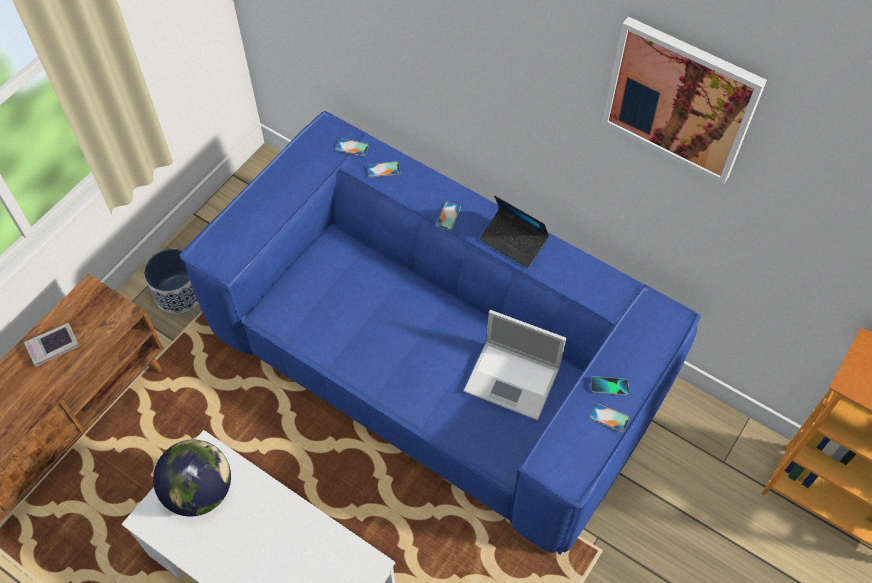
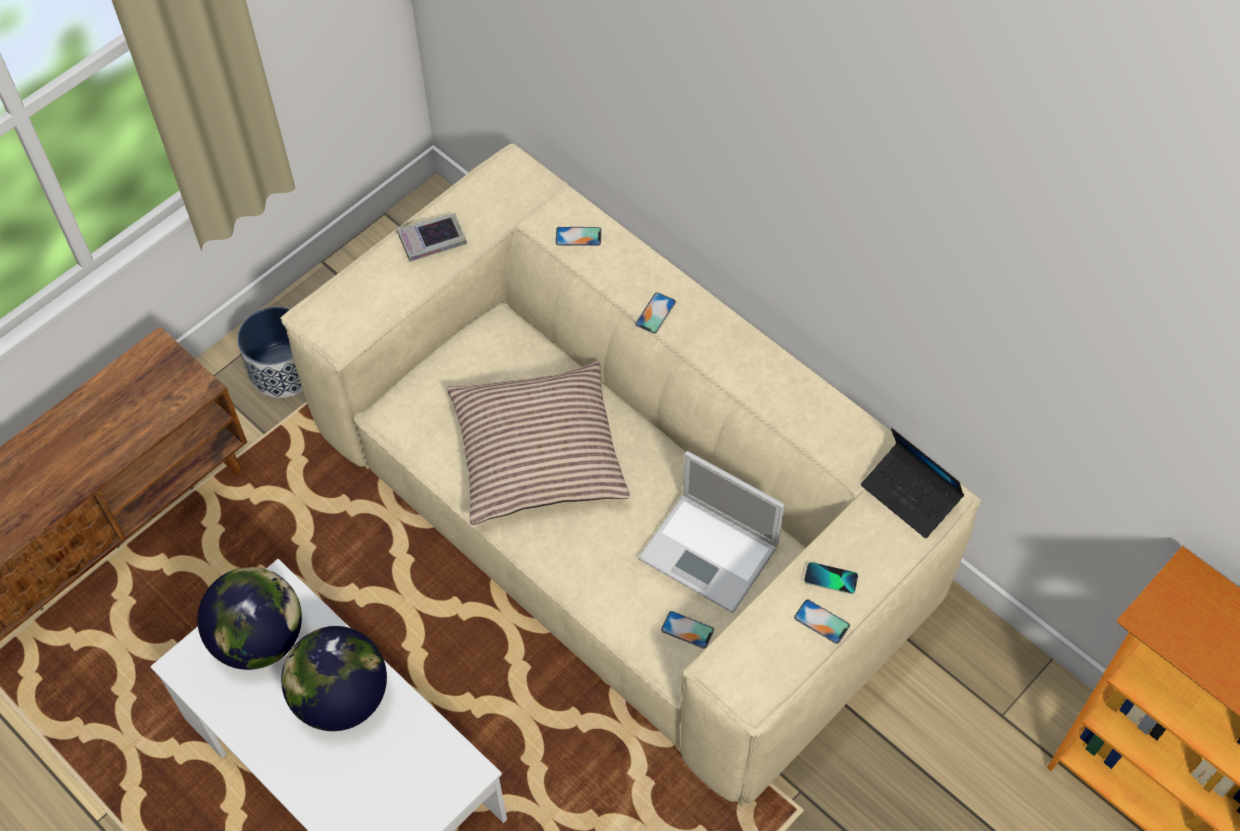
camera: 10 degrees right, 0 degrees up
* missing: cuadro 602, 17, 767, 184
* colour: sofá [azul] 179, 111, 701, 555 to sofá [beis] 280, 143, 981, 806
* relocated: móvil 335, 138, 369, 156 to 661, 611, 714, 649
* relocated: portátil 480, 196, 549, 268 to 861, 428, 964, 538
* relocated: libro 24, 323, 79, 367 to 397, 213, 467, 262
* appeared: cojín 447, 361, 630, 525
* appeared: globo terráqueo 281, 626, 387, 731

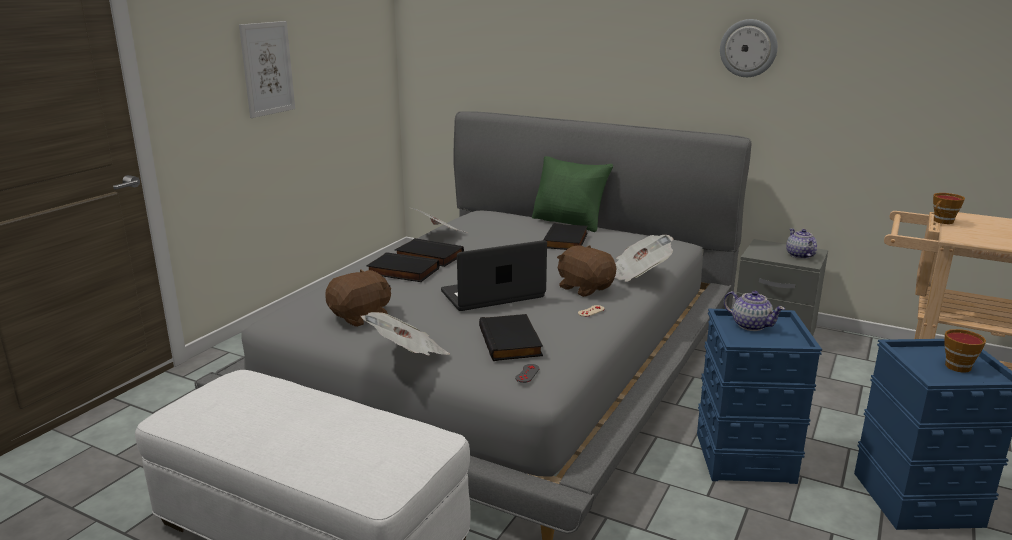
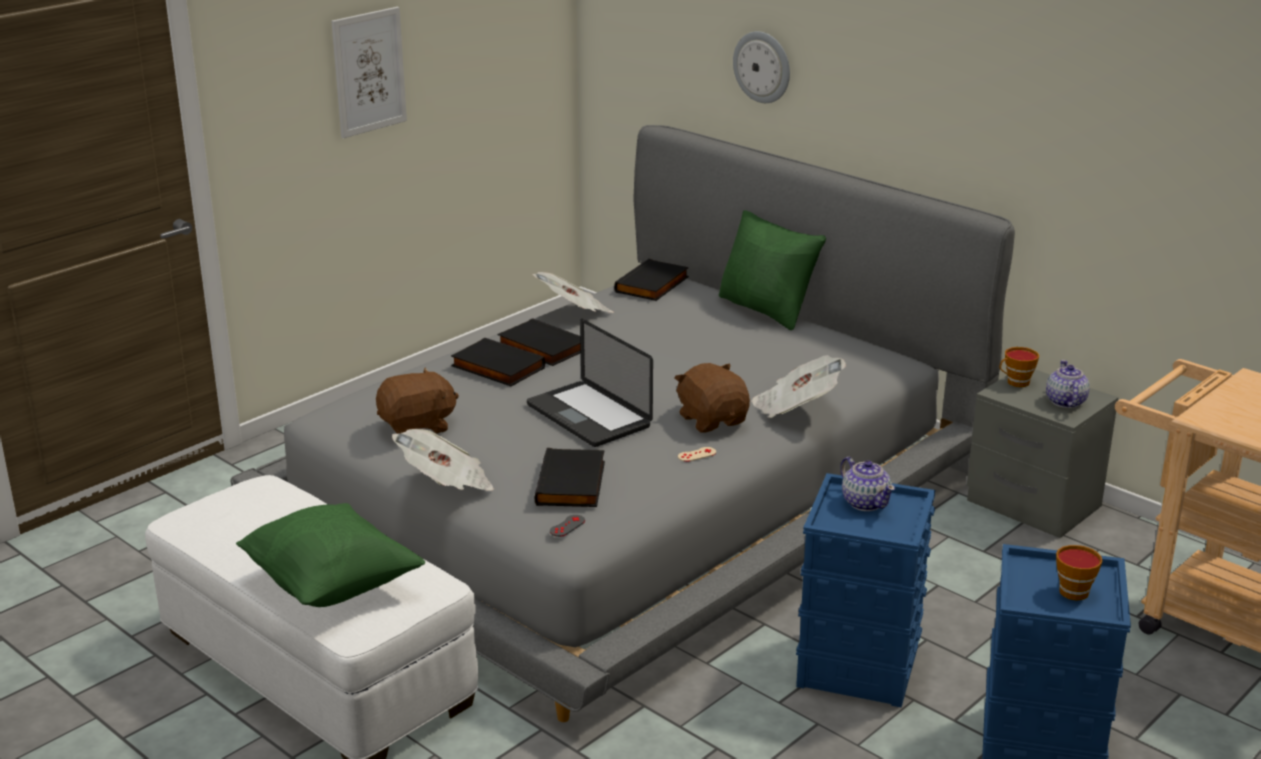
camera: 15 degrees right, 5 degrees up
* relocated: reloj de pared 720, 19, 778, 77 to 733, 31, 790, 103
* relocated: taza 933, 193, 965, 224 to 1000, 347, 1039, 387
* relocated: libro [negro] 543, 223, 588, 250 to 614, 259, 689, 301
* spun: portátil 441, 240, 547, 311 = 527, 319, 653, 447 120 degrees counterclockwise
* appeared: cojín [verde] 236, 503, 425, 607

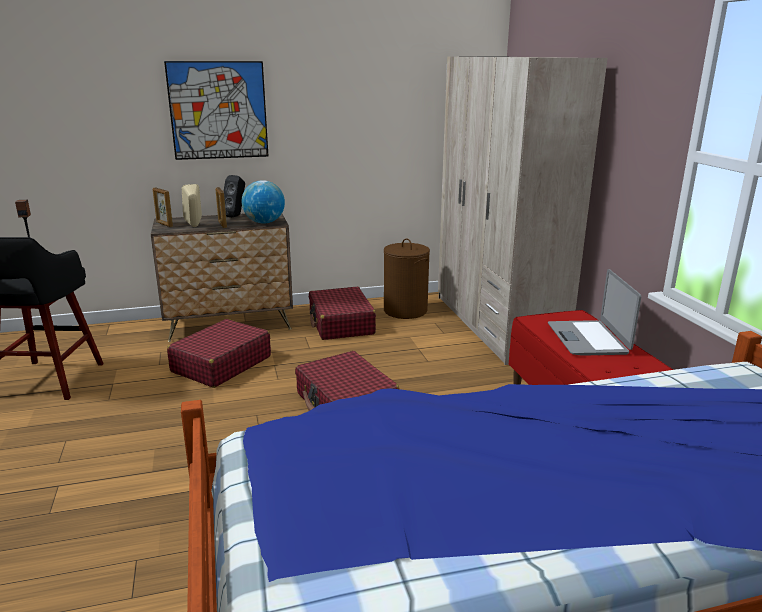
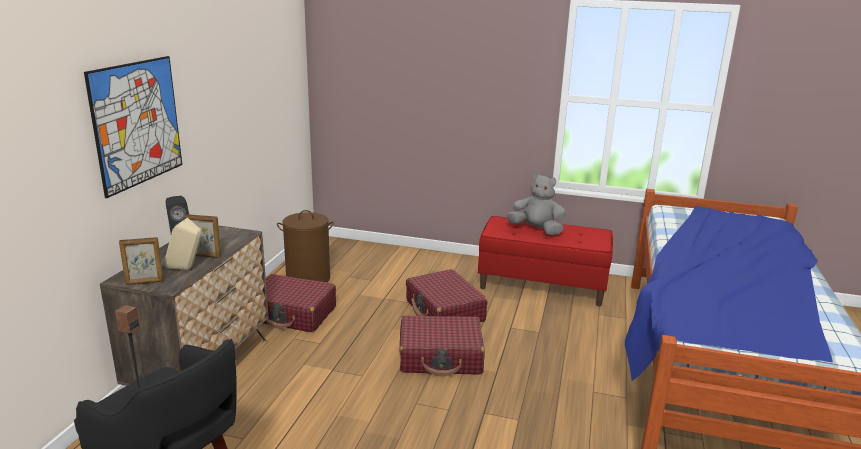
camera: 60 degrees left, 0 degrees up
* missing: armario ropero [beis] 438, 56, 608, 365
* missing: globo terráqueo 242, 180, 285, 224
* exchanged: portátil 548, 269, 641, 356 to peluche [gris] 506, 173, 566, 235
* relocated: maleta [rojo] 167, 319, 271, 388 to 406, 269, 487, 322

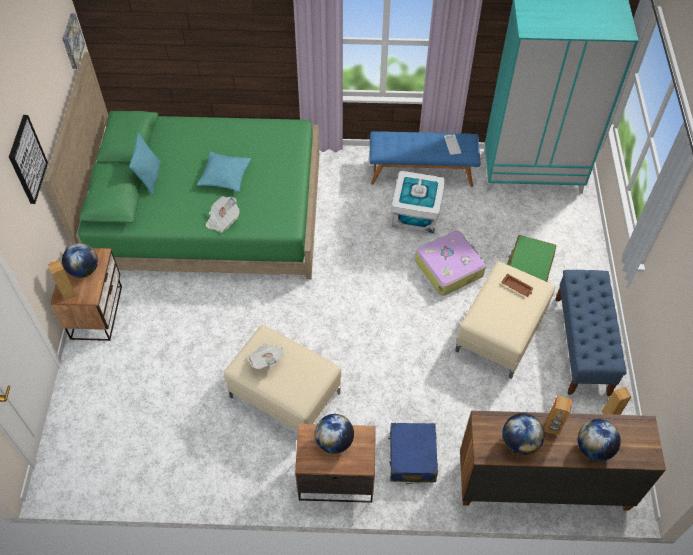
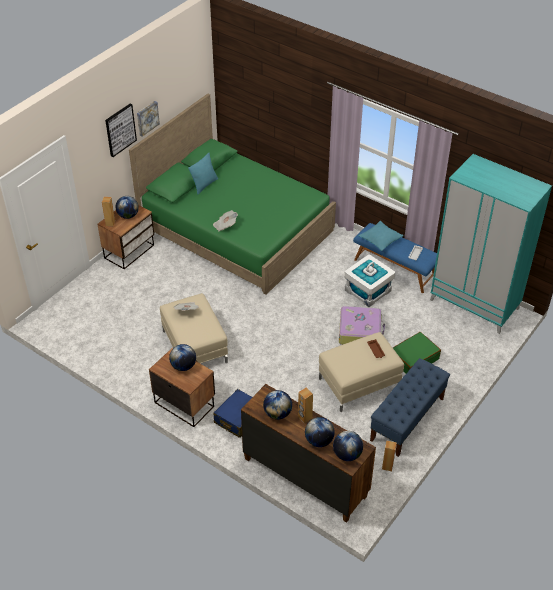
camera: 35 degrees right, 10 degrees down
* relocated: cuadro 62, 13, 85, 69 to 137, 101, 160, 136
* relocated: cojín [turquesa] 197, 152, 251, 192 to 359, 221, 404, 251
* appeared: globo terráqueo 333, 431, 363, 461

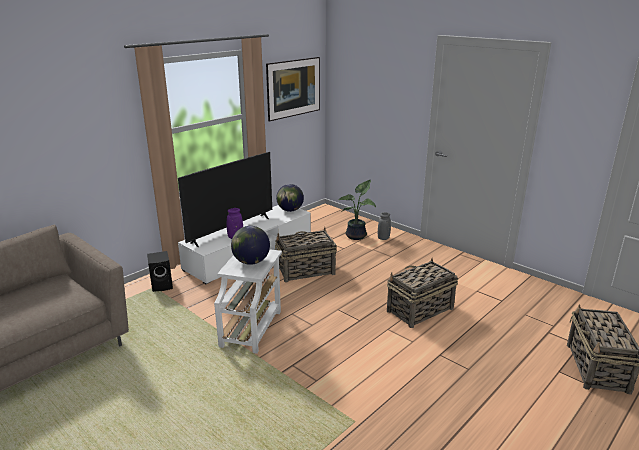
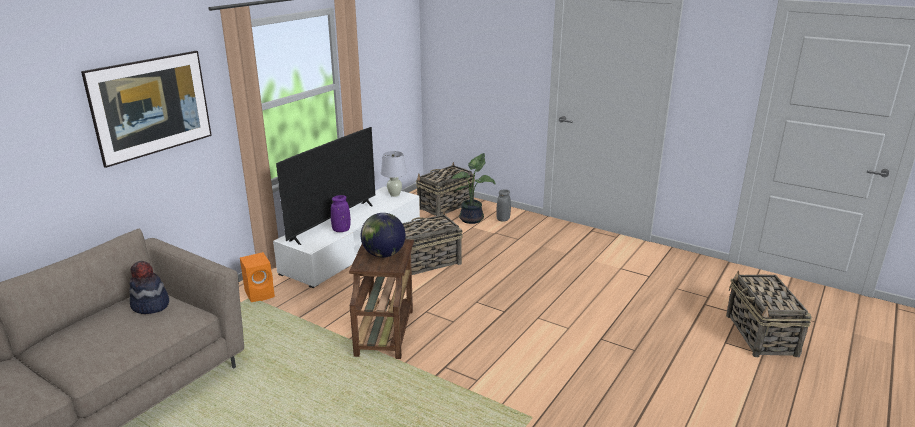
camera: 10 degrees left, 0 degrees up
* relocated: cuadro 266, 57, 320, 121 to 81, 51, 212, 168
* exchanged: globo terráqueo 276, 184, 304, 212 to lámpara de mesa [blanco] 381, 151, 407, 197
* colour: mesa auxiliar [blanco] 214, 249, 282, 354 to mesa auxiliar [marrón] 349, 239, 414, 359
* colour: altavoz [negro] 147, 251, 173, 292 to altavoz [naranja] 240, 252, 275, 302
* relocated: cesta 387, 258, 458, 328 to 416, 162, 475, 216
* appeared: sombrero 129, 261, 169, 314

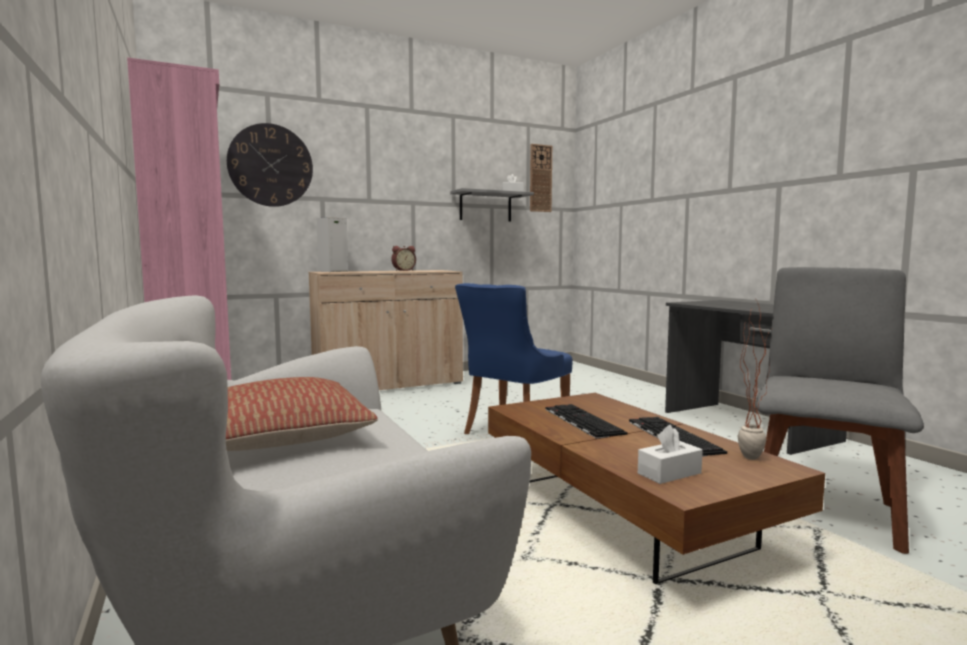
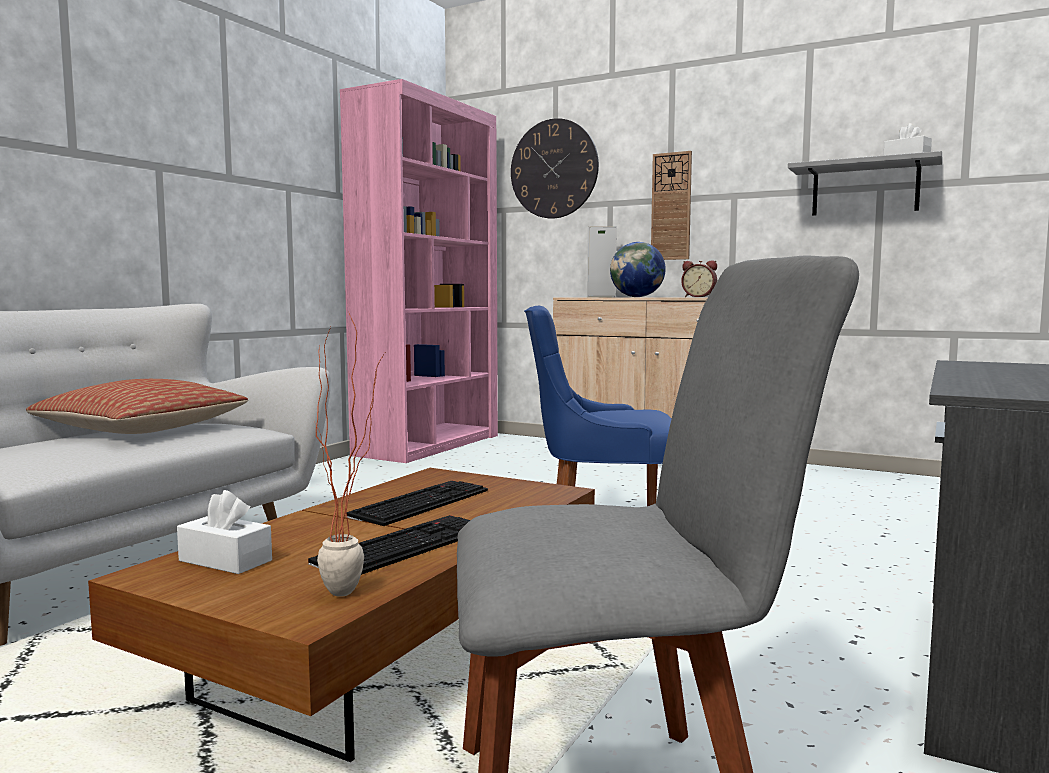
camera: 55 degrees right, 0 degrees up
* relocated: reloj de pared 530, 144, 552, 212 to 651, 151, 692, 260
* appeared: globo terráqueo 610, 242, 666, 297

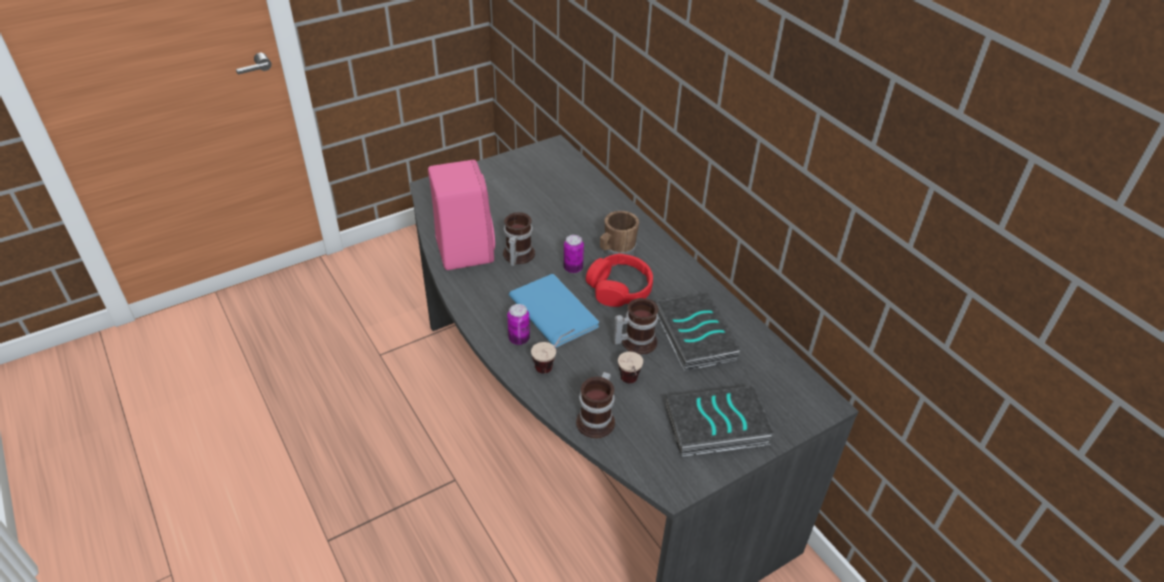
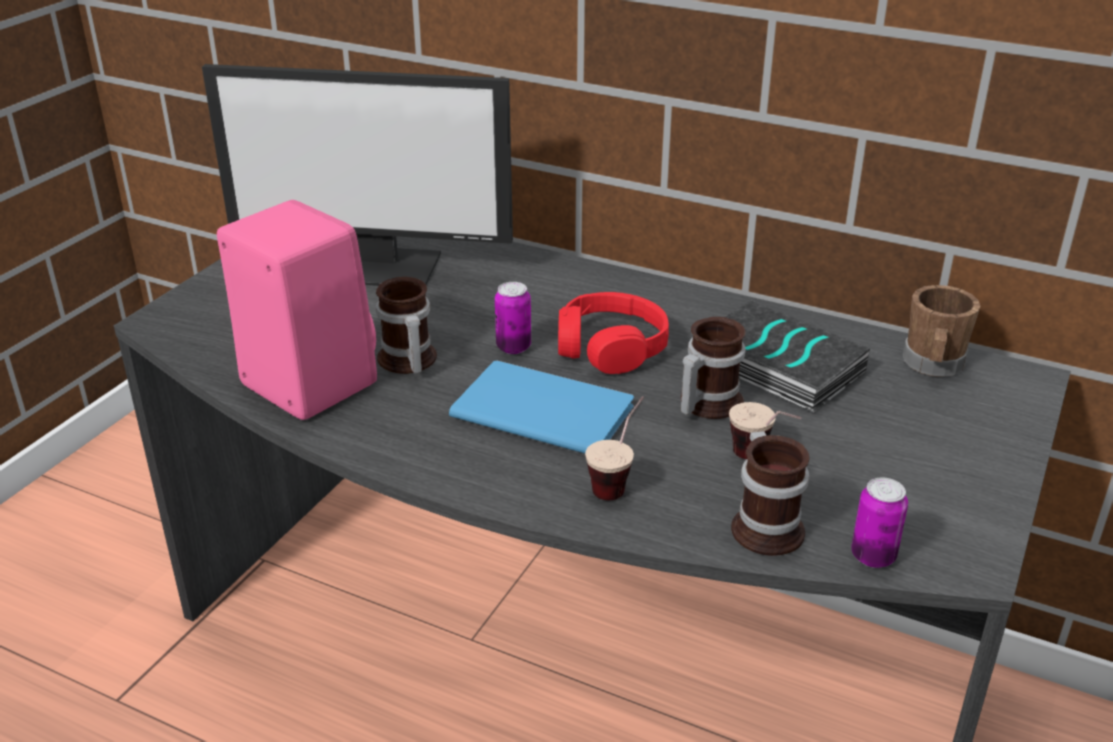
camera: 30 degrees left, 10 degrees down
* relocated: taza grande [marrón] 600, 211, 639, 256 to 903, 285, 980, 377
* relocated: lata 507, 304, 530, 345 to 851, 477, 908, 568
* missing: libro 665, 386, 775, 457
* appeared: monitor 202, 64, 513, 286

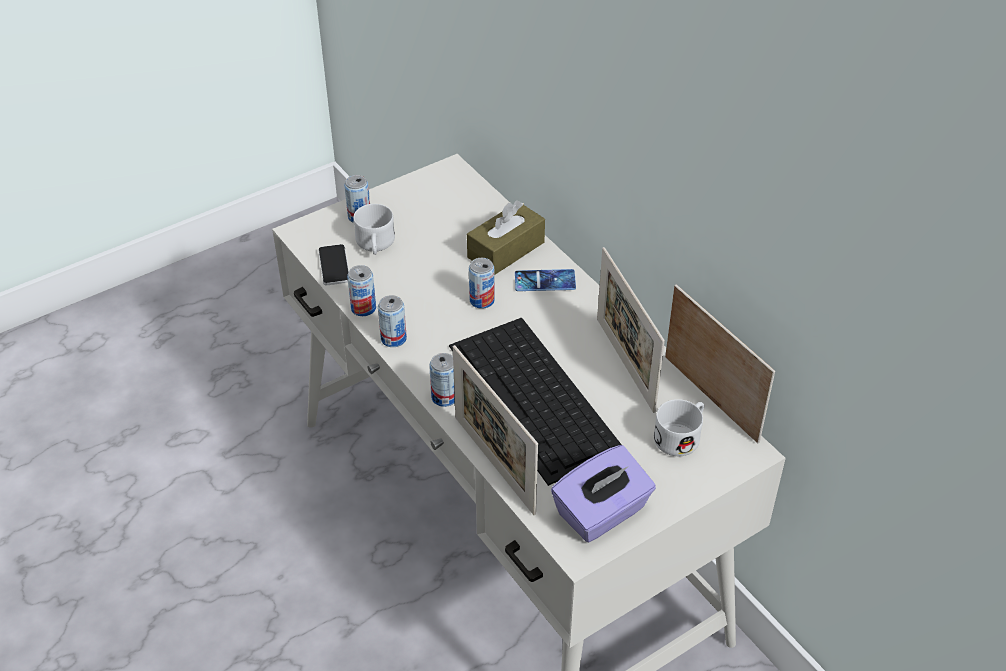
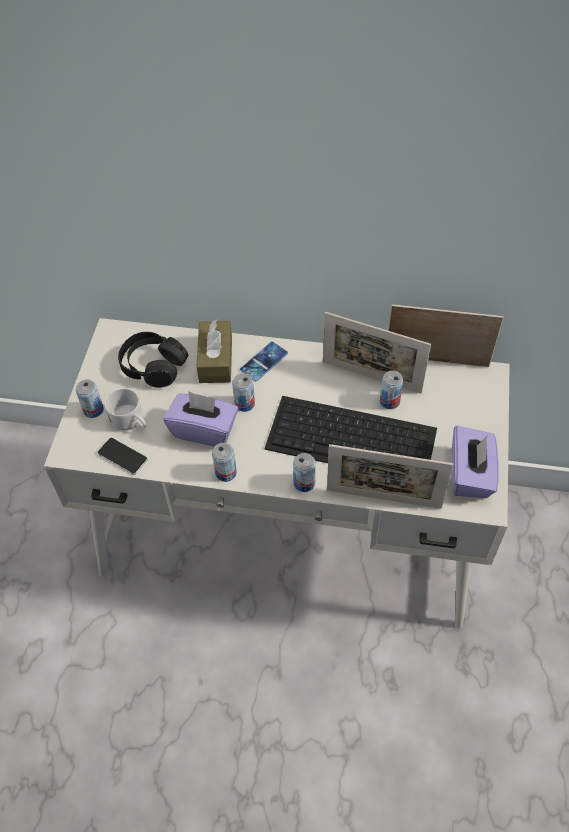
camera: 45 degrees left, 10 degrees up
* relocated: lata 347, 265, 376, 316 to 380, 371, 403, 409
* missing: taza grande [blanco] 654, 399, 704, 456
* appeared: auriculares [negro] 118, 332, 188, 388
* appeared: caja de pañuelos [morado] 164, 392, 239, 447

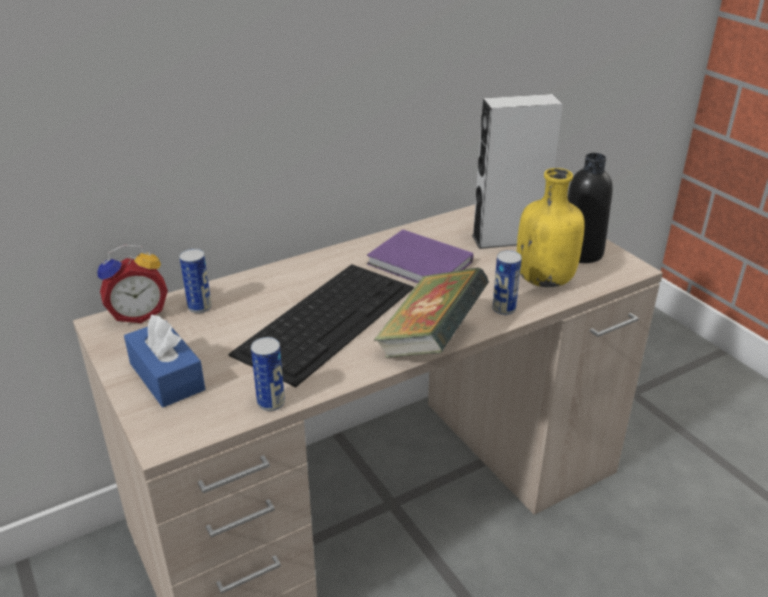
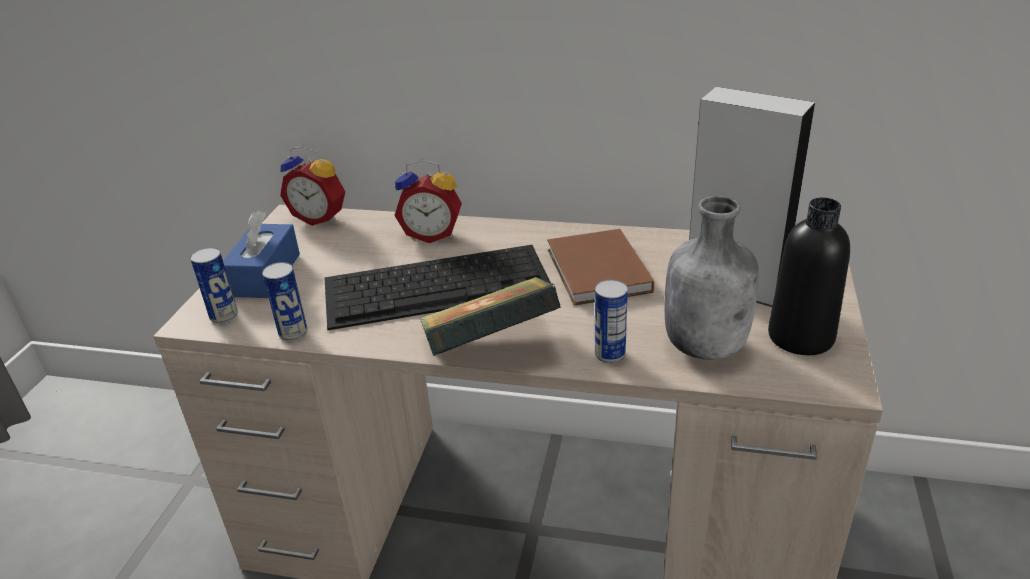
camera: 45 degrees right, 0 degrees up
* colour: botella [amarillo] 517, 168, 585, 287 to botella [gris] 665, 196, 759, 360
* colour: libro [morado] 367, 230, 473, 283 to libro [marrón] 547, 229, 654, 305
* relocated: lata 179, 249, 212, 313 to 190, 247, 238, 323
* appeared: despertador 394, 159, 462, 243

